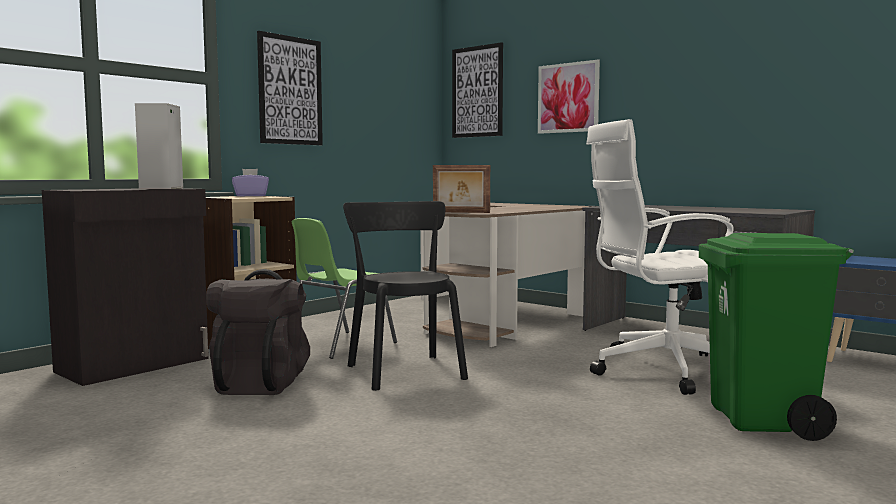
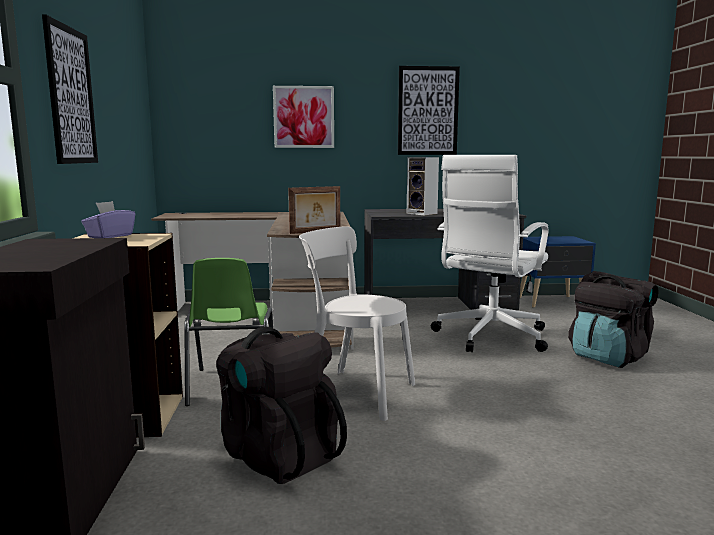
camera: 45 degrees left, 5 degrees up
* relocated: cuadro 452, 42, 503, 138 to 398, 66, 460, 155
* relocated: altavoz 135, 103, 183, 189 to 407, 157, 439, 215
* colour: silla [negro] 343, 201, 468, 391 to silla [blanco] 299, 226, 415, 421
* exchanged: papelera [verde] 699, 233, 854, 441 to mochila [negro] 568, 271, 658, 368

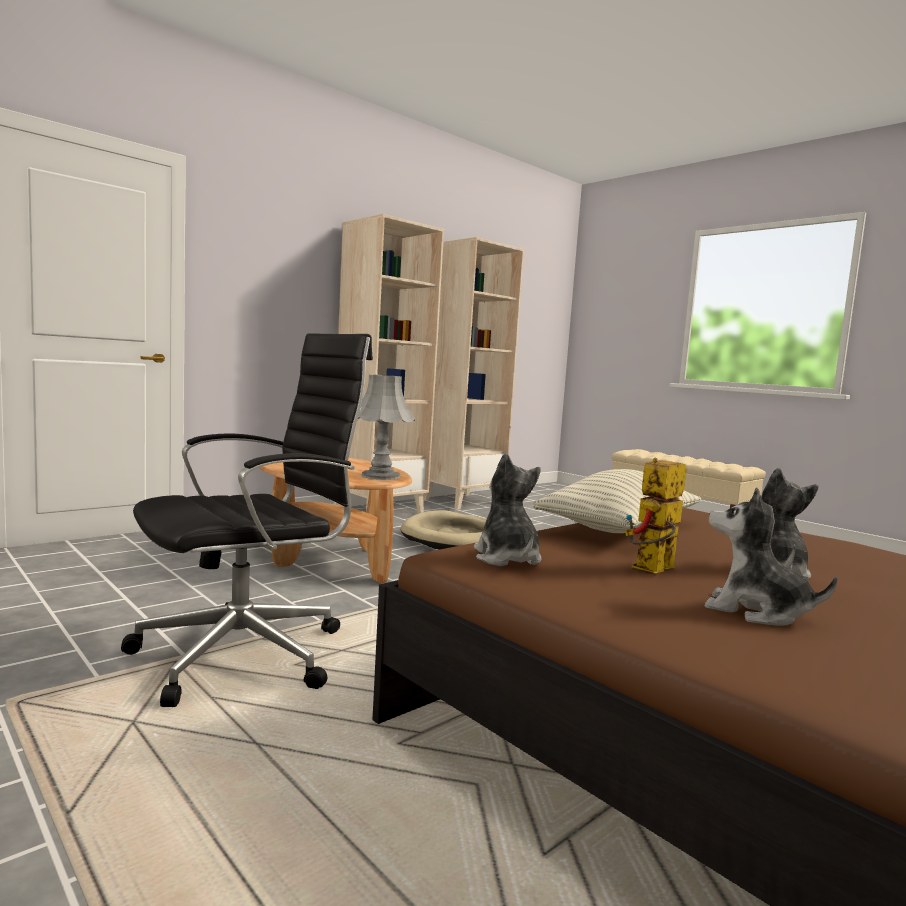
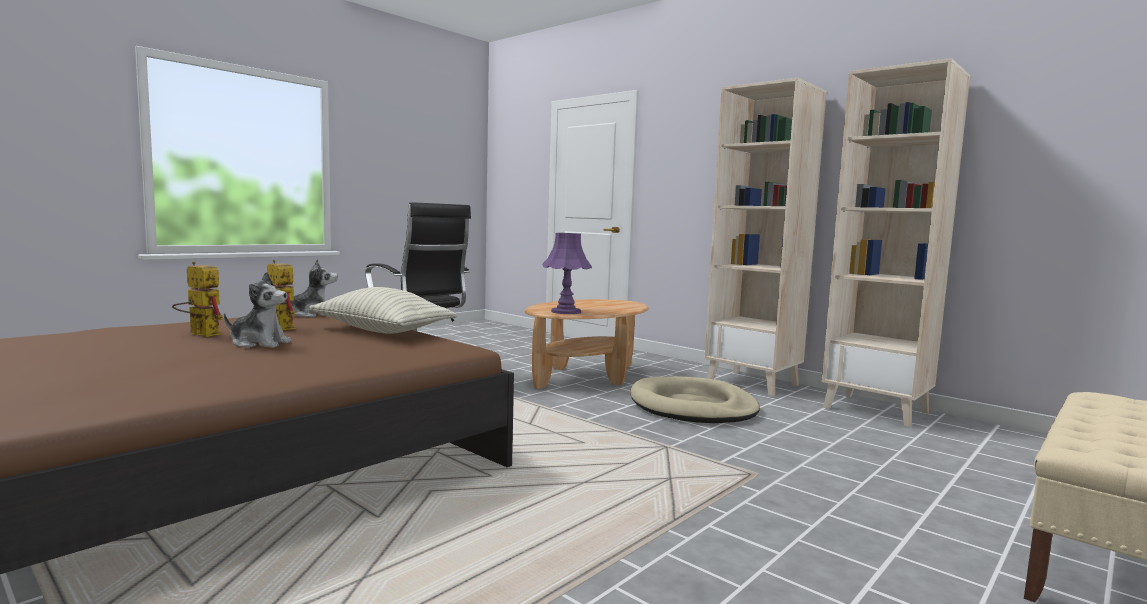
camera: 85 degrees right, 0 degrees up
* colour: lámpara de mesa [gris] 358, 375, 415, 480 to lámpara de mesa [morado] 542, 233, 592, 314
* exchanged: peluche 705, 487, 838, 626 to robot de juguete 172, 261, 223, 337

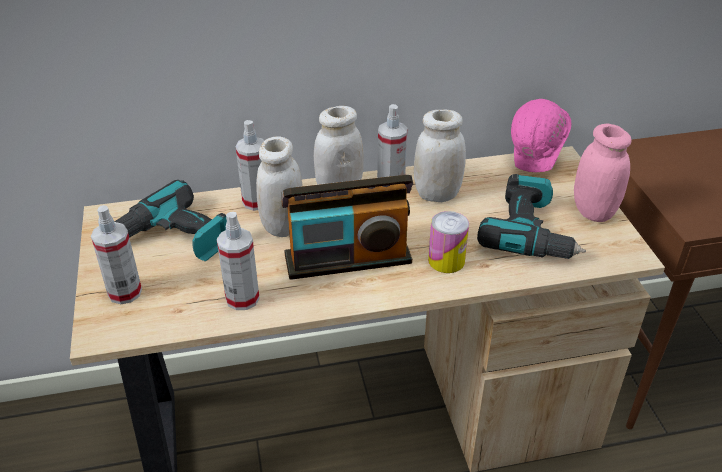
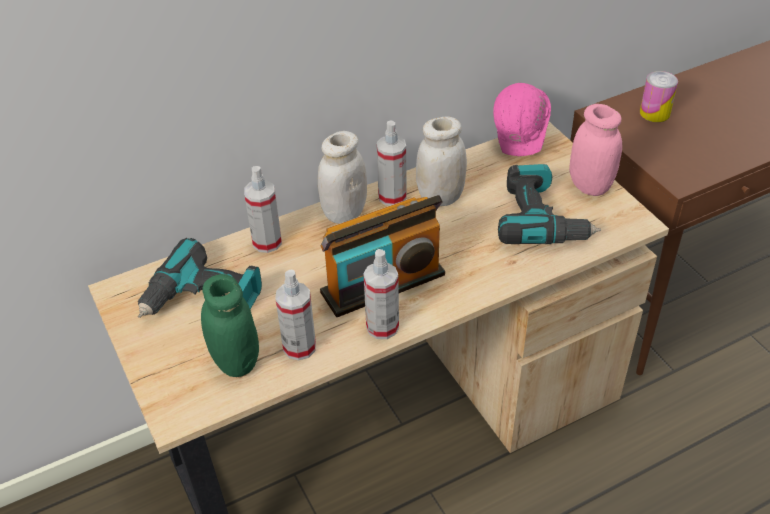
camera: 15 degrees left, 5 degrees up
* missing: tarro [blanco] 256, 136, 303, 237
* relocated: pulverizador 91, 205, 142, 304 to 364, 249, 399, 339
* relocated: lata 428, 211, 469, 273 to 640, 71, 678, 122
* appeared: tarro [verde] 201, 274, 259, 377

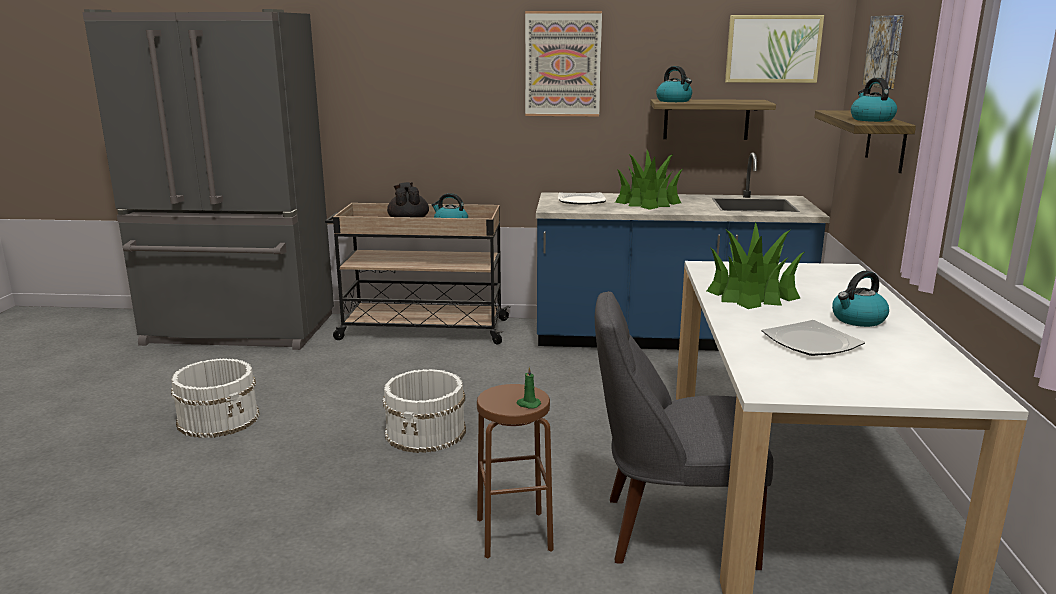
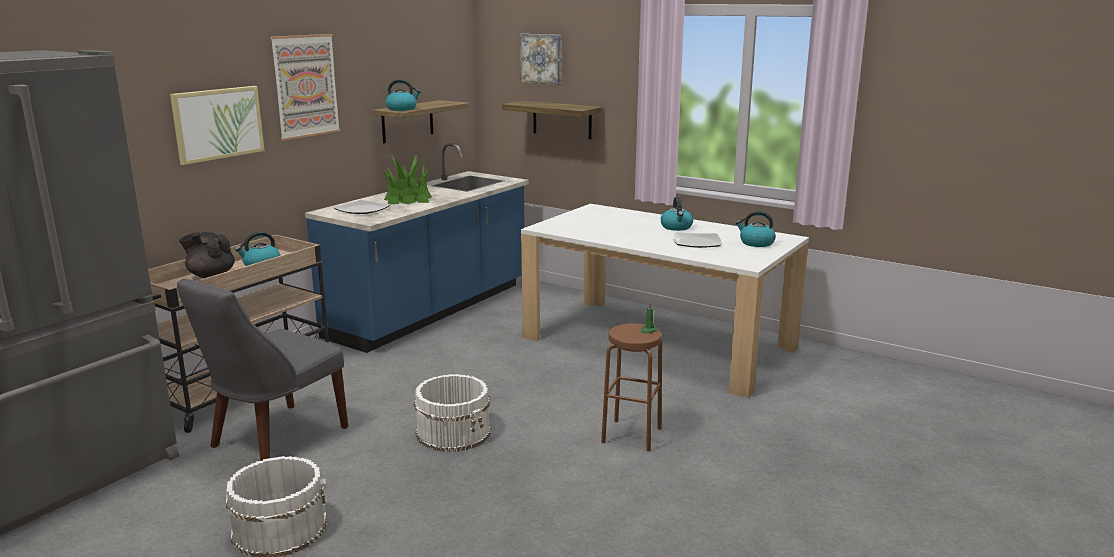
camera: 60 degrees left, 0 degrees up
* relocated: cuadro 725, 15, 824, 83 to 170, 86, 264, 165
* relocated: hervidor 851, 78, 897, 122 to 736, 211, 776, 247
* missing: planta en maceta 707, 222, 804, 309
* relocated: silla [gris] 595, 291, 774, 570 to 177, 278, 348, 461

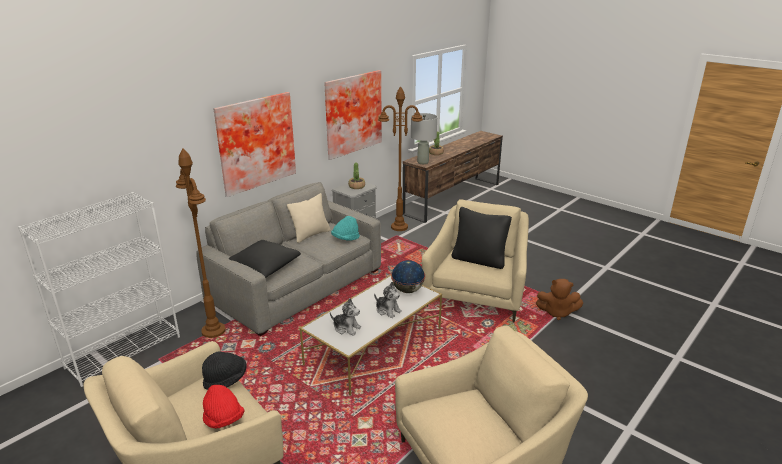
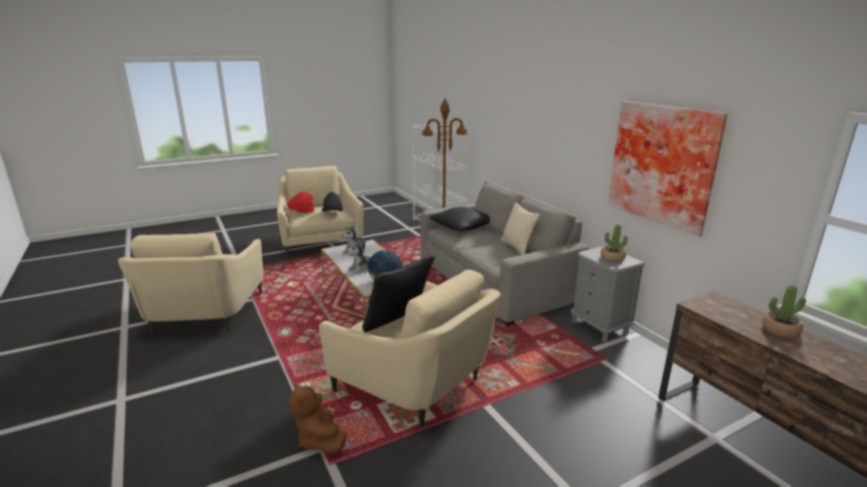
camera: 110 degrees right, 5 degrees down
* missing: lámpara de pie [marrón] 378, 86, 423, 231
* missing: cuadro 214, 92, 296, 197
* missing: lámpara de mesa [gris] 411, 113, 437, 164
* missing: sombrero [turquesa] 331, 216, 360, 241
* spun: peluche [marrón] 536, 279, 583, 320 = 290, 382, 347, 453 60 degrees counterclockwise

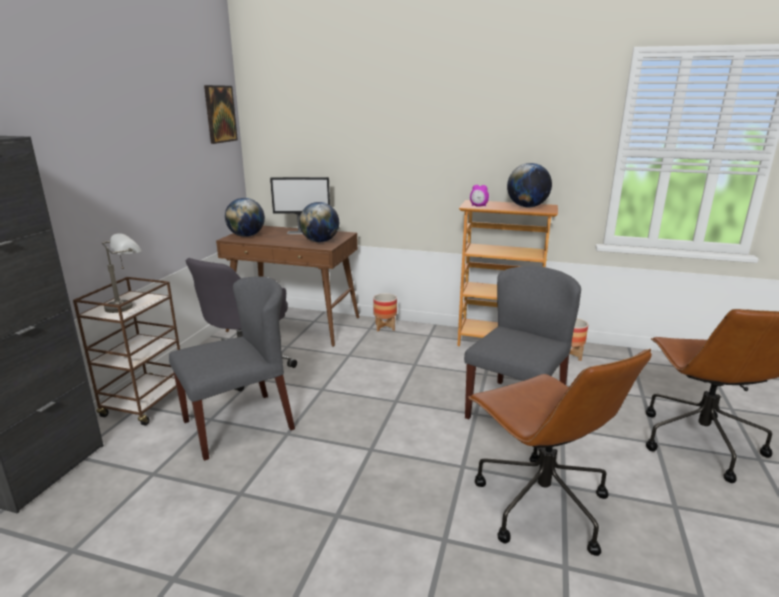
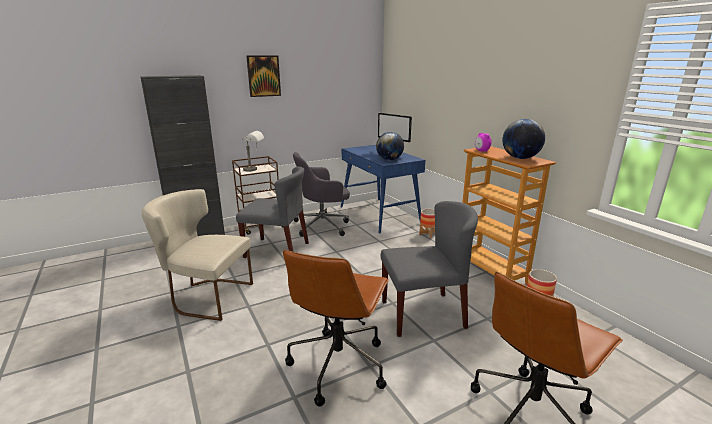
camera: 45 degrees right, 0 degrees up
* relocated: cuadro 204, 85, 238, 144 to 246, 56, 281, 97
* missing: globo terráqueo 225, 198, 265, 237
* colour: escritorio [marrón] 216, 226, 359, 347 to escritorio [azul] 341, 145, 426, 234
* appeared: silla [beis] 142, 189, 253, 321

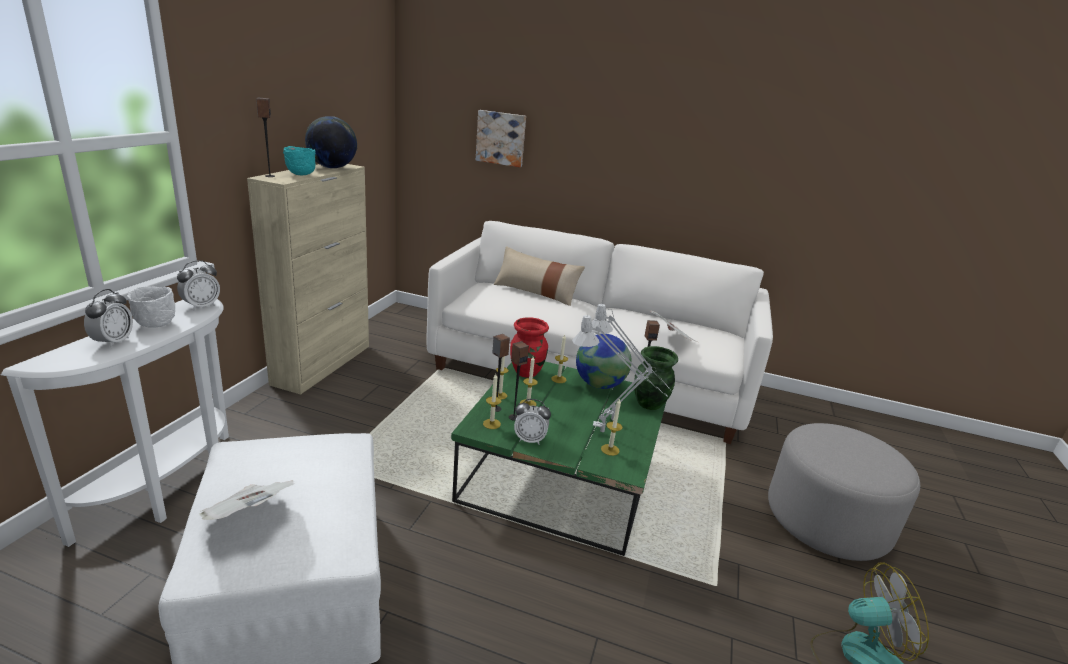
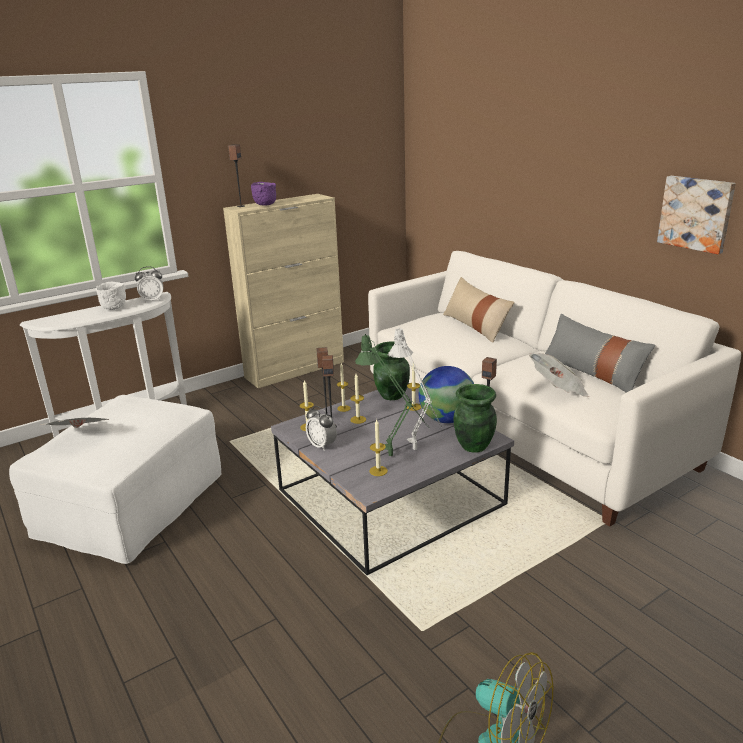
camera: 40 degrees right, 0 degrees up
* relocated: cuadro 476, 110, 526, 167 to 657, 176, 736, 254
* missing: globo terráqueo 305, 116, 357, 168
* colour: cuenco [turquesa] 283, 146, 316, 175 to cuenco [morado] 251, 182, 276, 206
* missing: despertador 84, 289, 133, 348
* colour: lámpara de mesa [gris] 572, 314, 668, 432 to lámpara de mesa [verde] 355, 334, 430, 456
* colour: florero [rojo] 510, 317, 549, 378 to florero [verde] 373, 342, 410, 400
* colour: mesa de centro [verde] 451, 361, 666, 556 to mesa de centro [gris] 271, 387, 514, 575
* missing: puf [gris] 768, 423, 920, 561
* appeared: cojín [gris] 545, 314, 655, 393

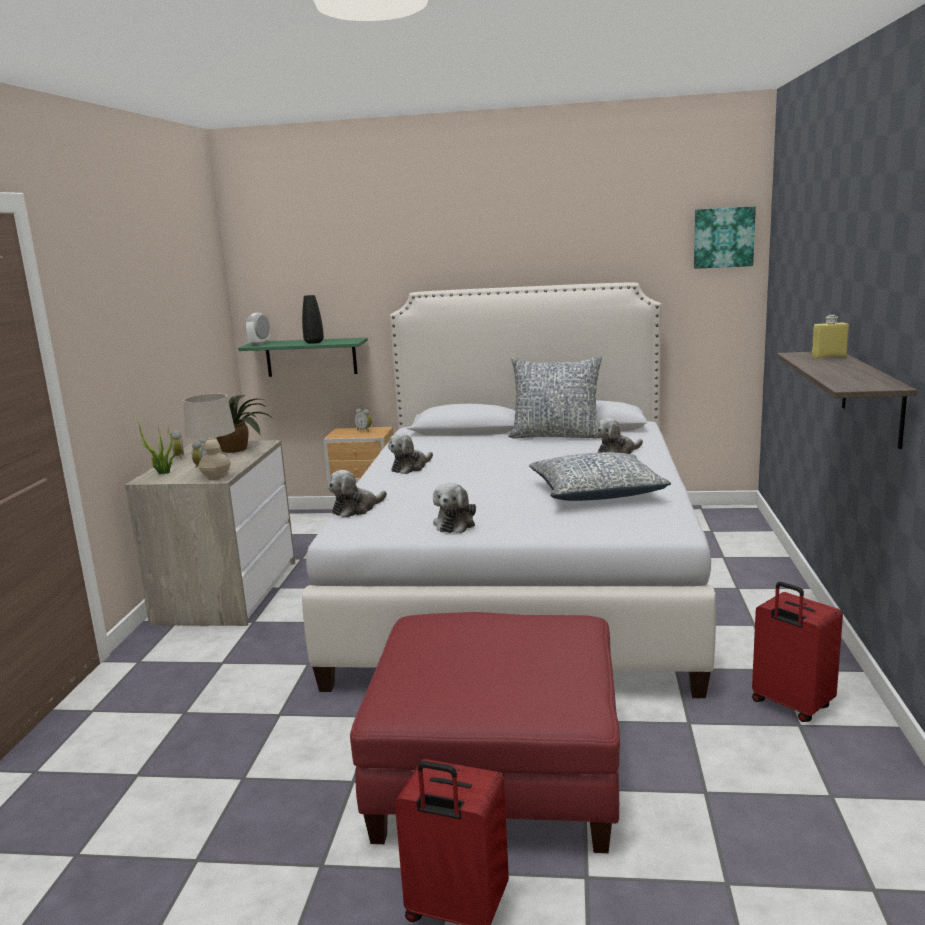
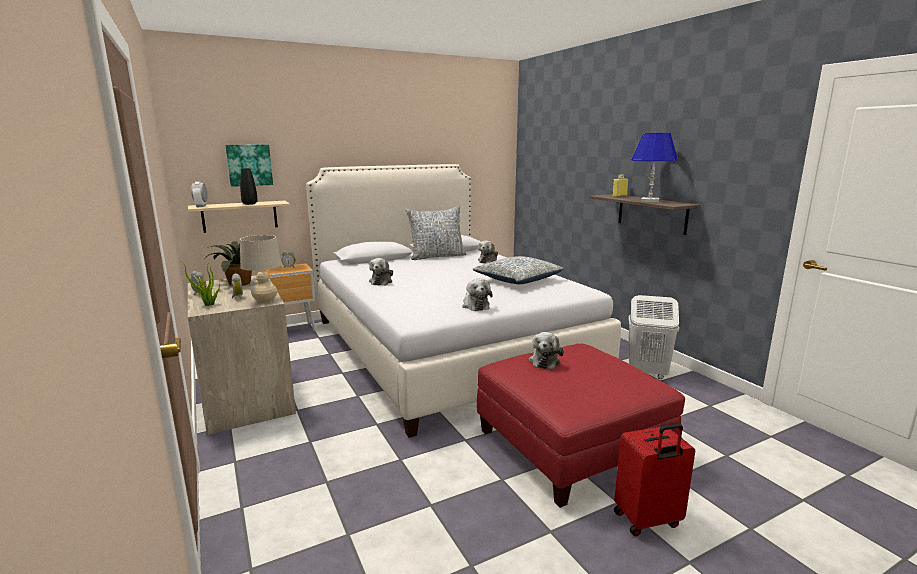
camera: 35 degrees left, 0 degrees up
* relocated: cuadro 694, 206, 756, 269 to 225, 145, 273, 187
* colour: estante [verde] 238, 338, 368, 377 to estante [beis] 188, 201, 290, 233
* relocated: peluche 328, 470, 387, 518 to 529, 332, 564, 369
* exchanged: maleta [rojo] 752, 582, 843, 722 to cesto de la ropa [blanco] 628, 295, 679, 379
* appeared: lámpara de mesa [azul] 631, 133, 678, 202

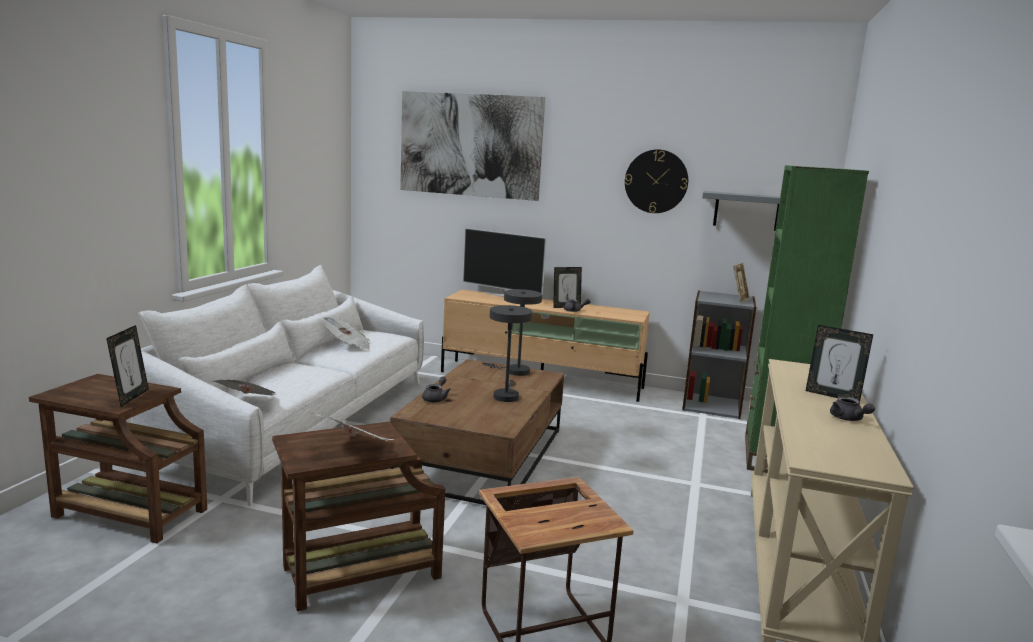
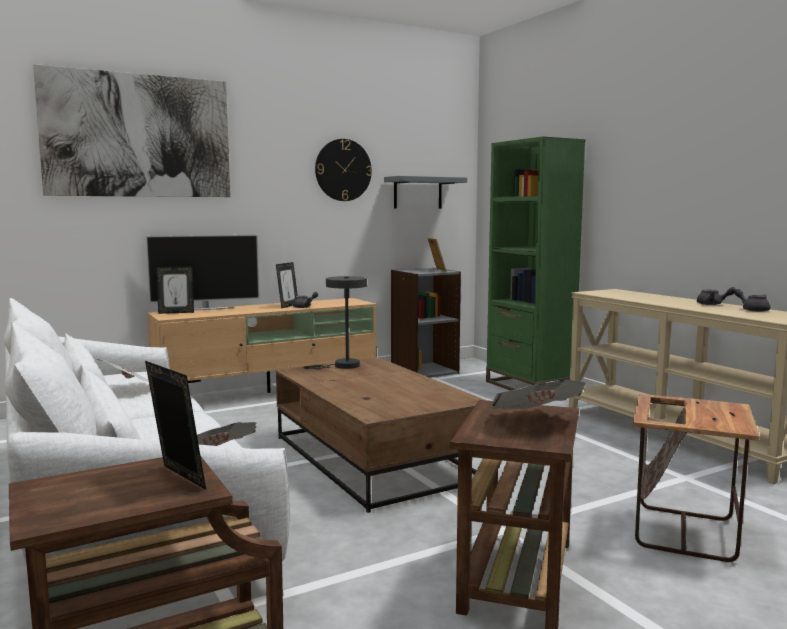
camera: 45 degrees left, 5 degrees down
* missing: lámpara de mesa [gris] 490, 305, 532, 402
* relocated: portarretratos 806, 325, 873, 401 to 157, 267, 194, 314
* relocated: tetera [gris] 422, 377, 451, 402 to 734, 289, 770, 312

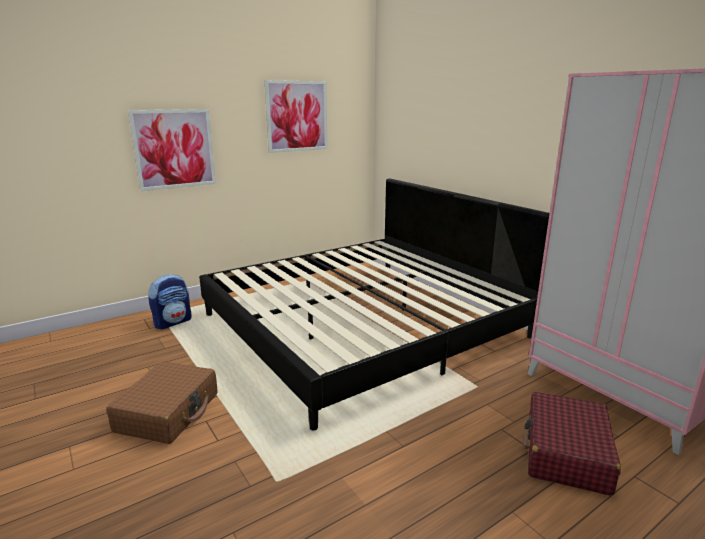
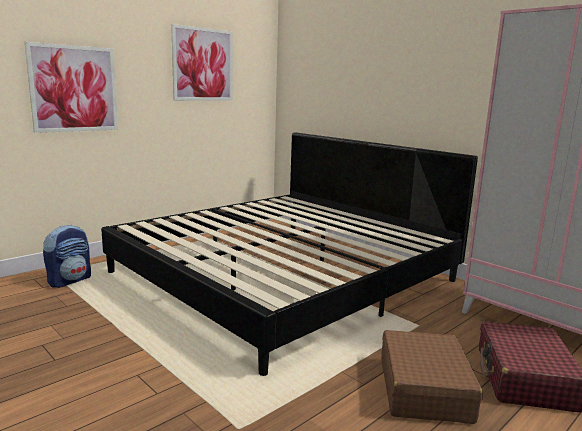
camera: 10 degrees left, 5 degrees down
* relocated: maleta [marrón] 106, 362, 217, 444 to 381, 330, 483, 424

